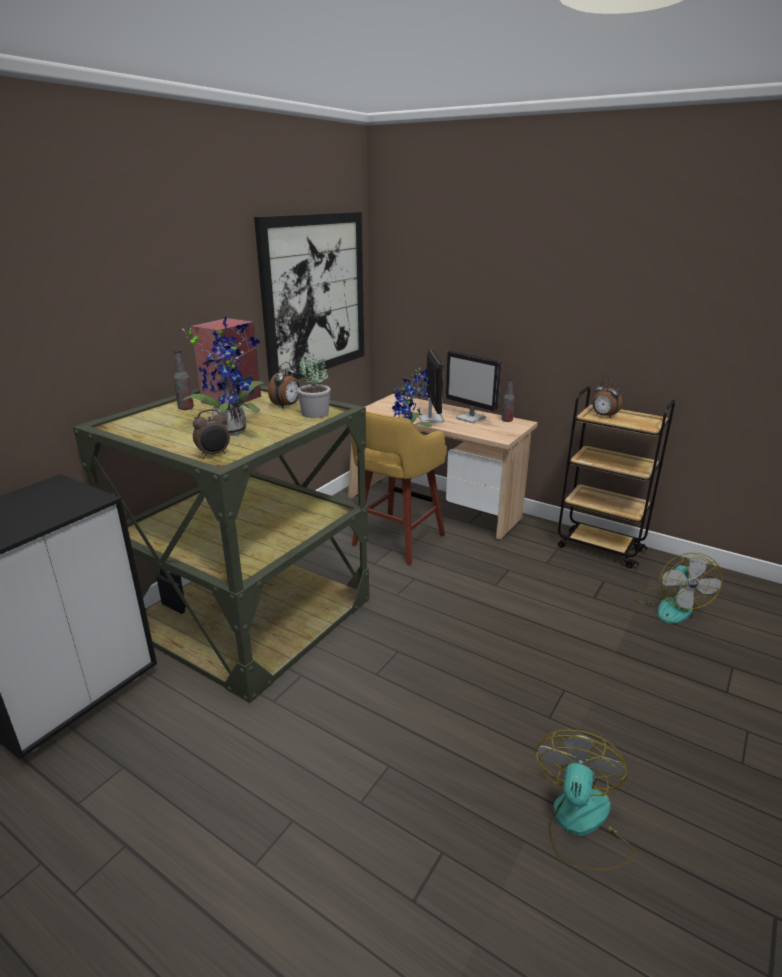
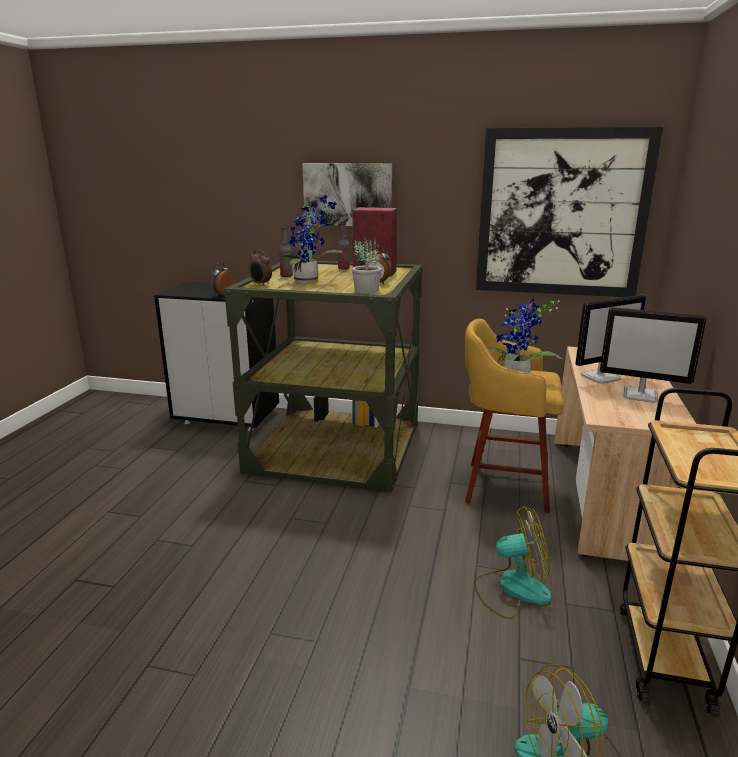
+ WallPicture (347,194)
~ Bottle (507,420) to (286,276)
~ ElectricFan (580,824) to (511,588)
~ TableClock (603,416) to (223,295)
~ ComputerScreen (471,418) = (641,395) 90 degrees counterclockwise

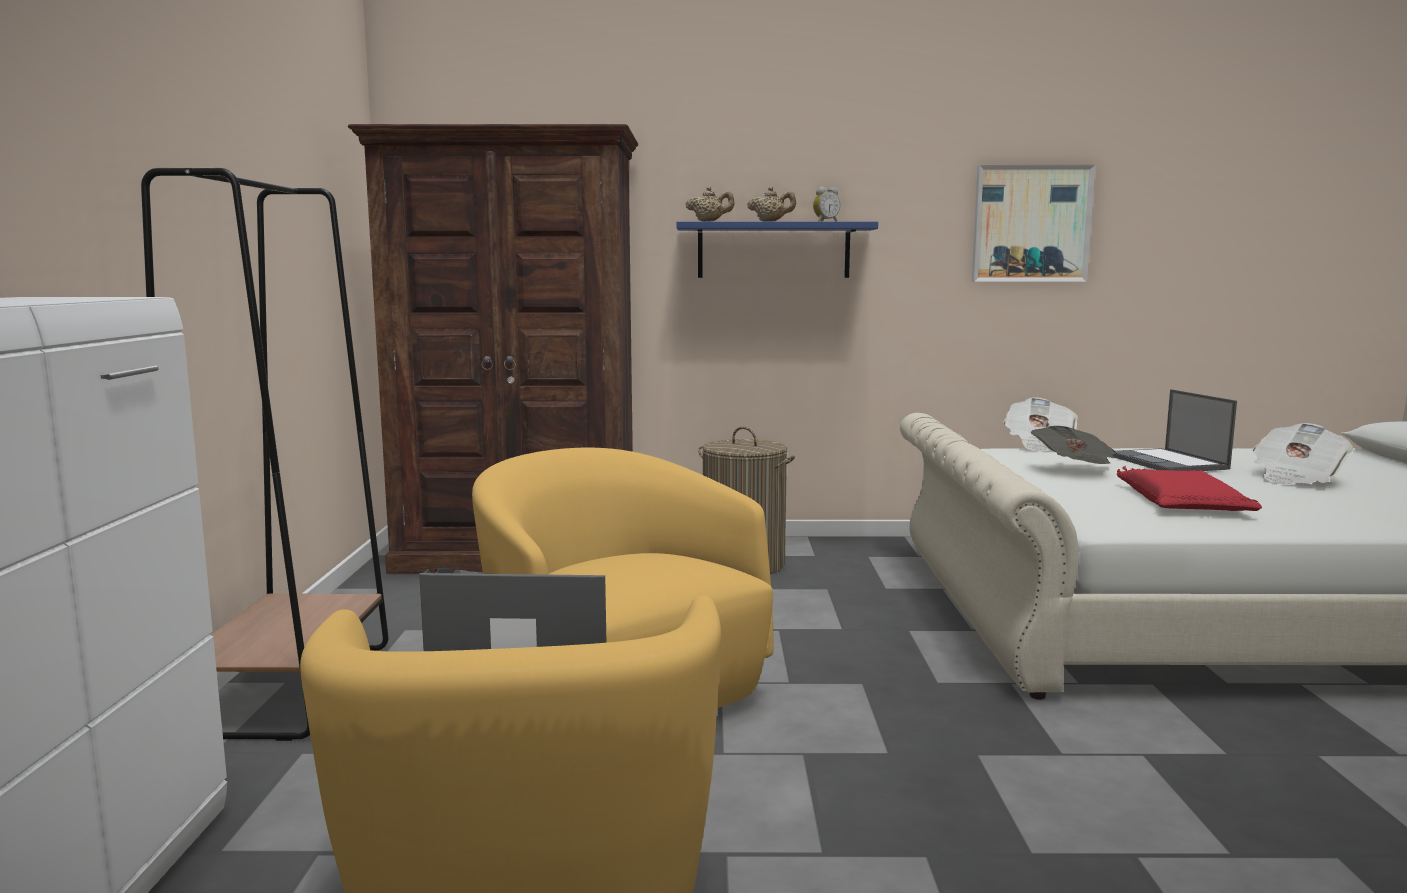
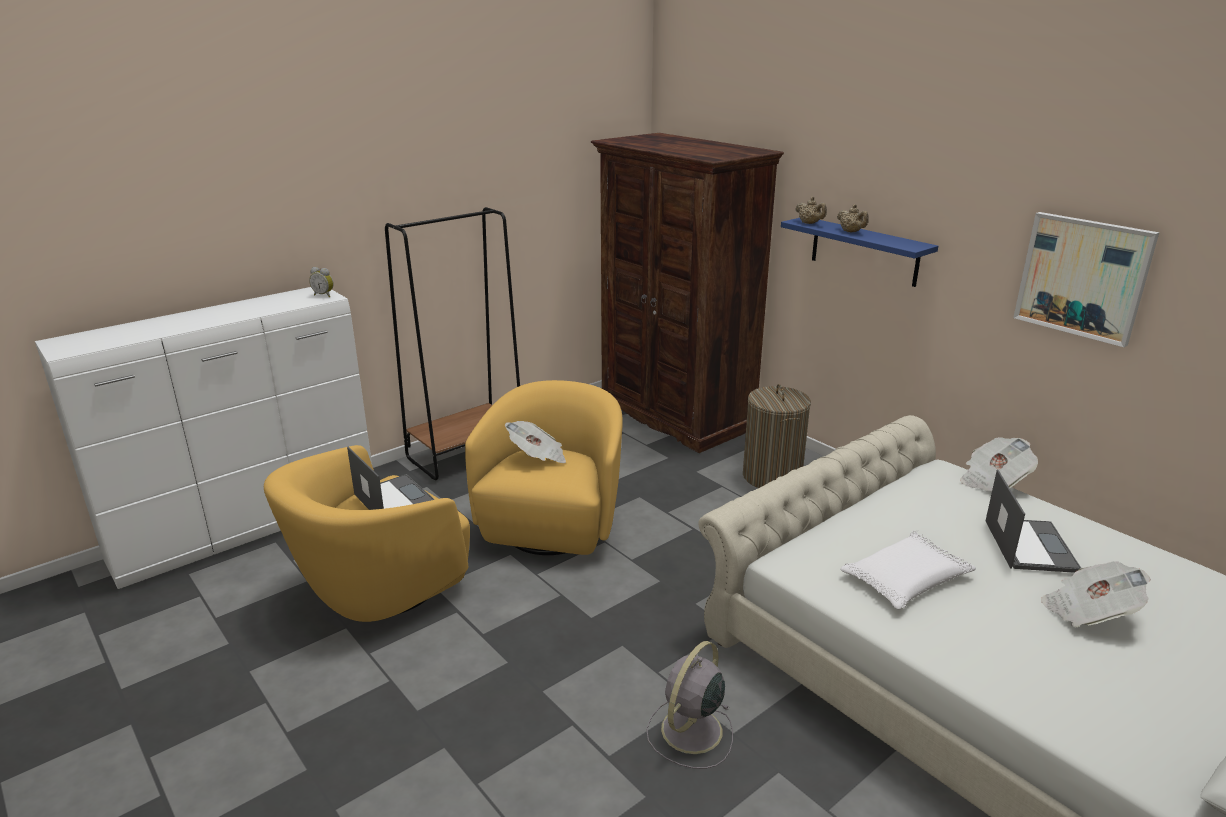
+ GreyElectricFan (690,732)
~ TableClock (825,222) to (324,295)
~ Newspaper (1075,468) to (537,456)
~ RedColouredPillow (1182,501) to WhitePillow (905,577)
~ PortableComputer (1168,462) = (1029,545) 150 degrees clockwise

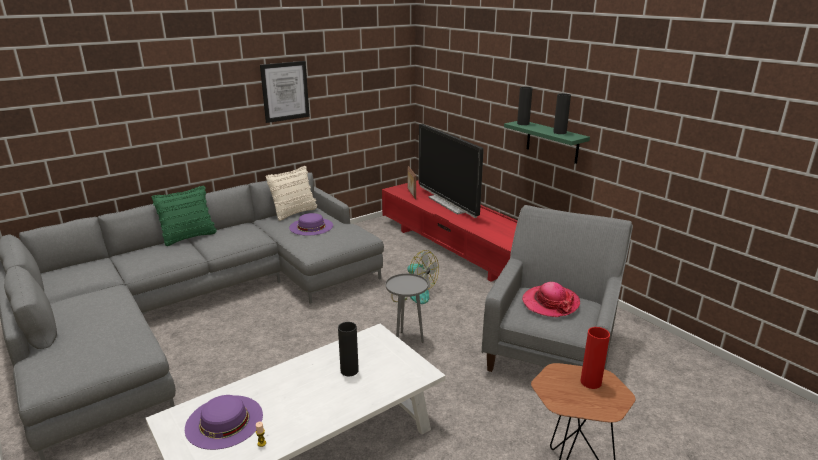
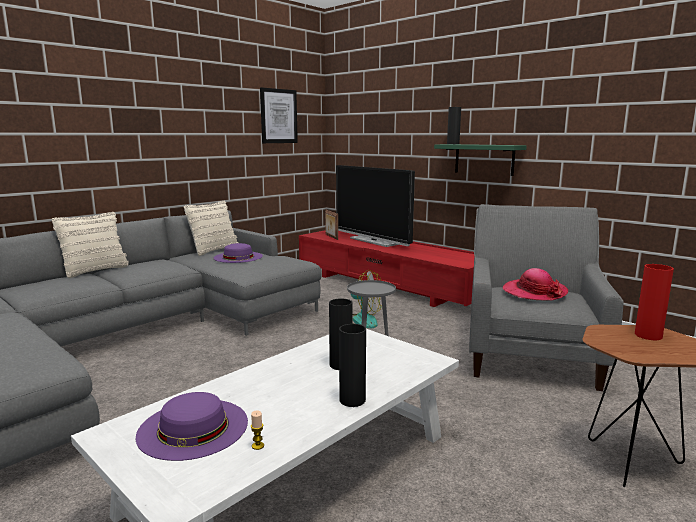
~ WallPicture (285,91) to (278,116)
~ BlackishVase (559,132) to (352,400)
~ GreenPillow (189,237) to BeigePillow (95,271)

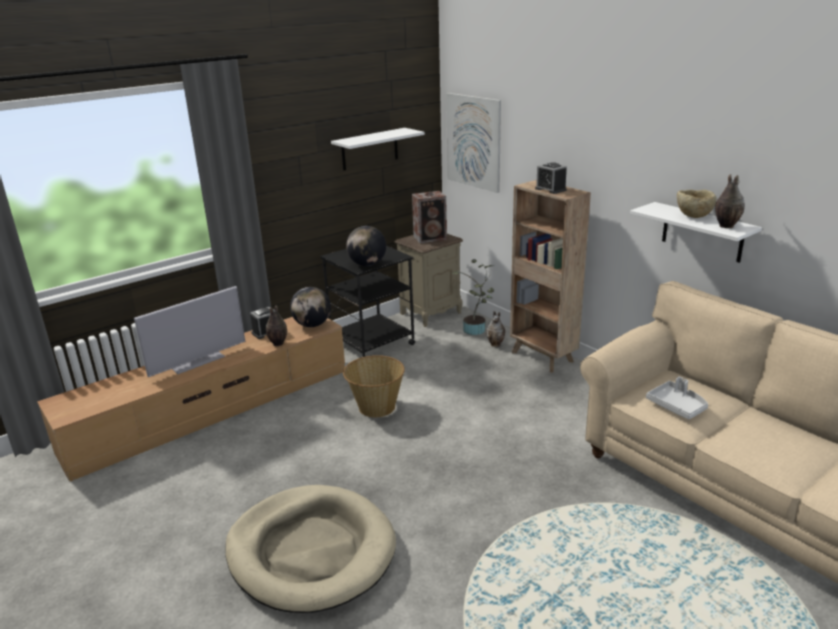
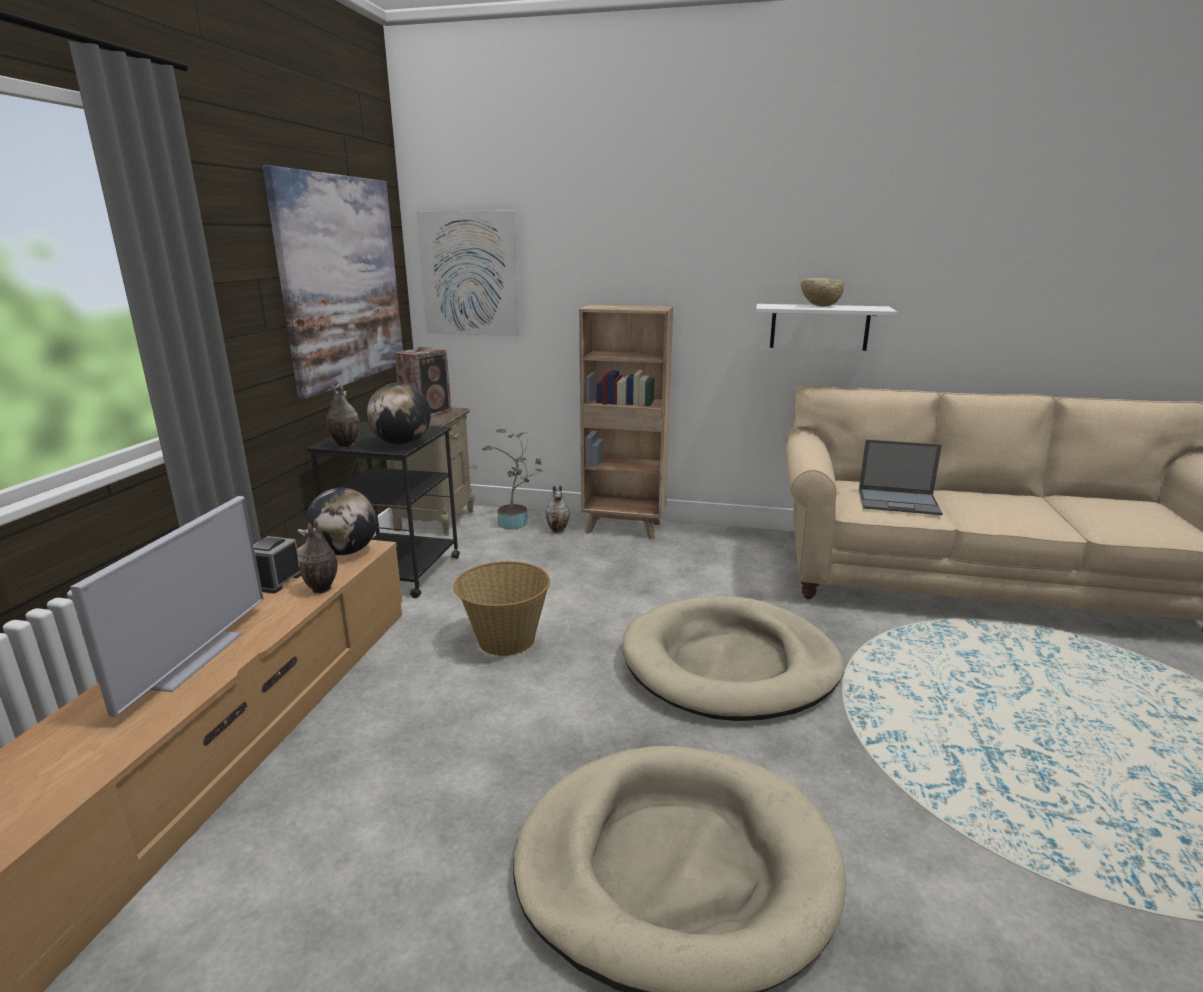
- TableClock (550,189)
+ BeigeDogCushion (729,664)
~ Vase (725,226) to (344,445)
~ WhiteShelf (369,149) to WallPicture (342,281)
~ GreyServingTray (677,406) to PortableComputer (899,502)

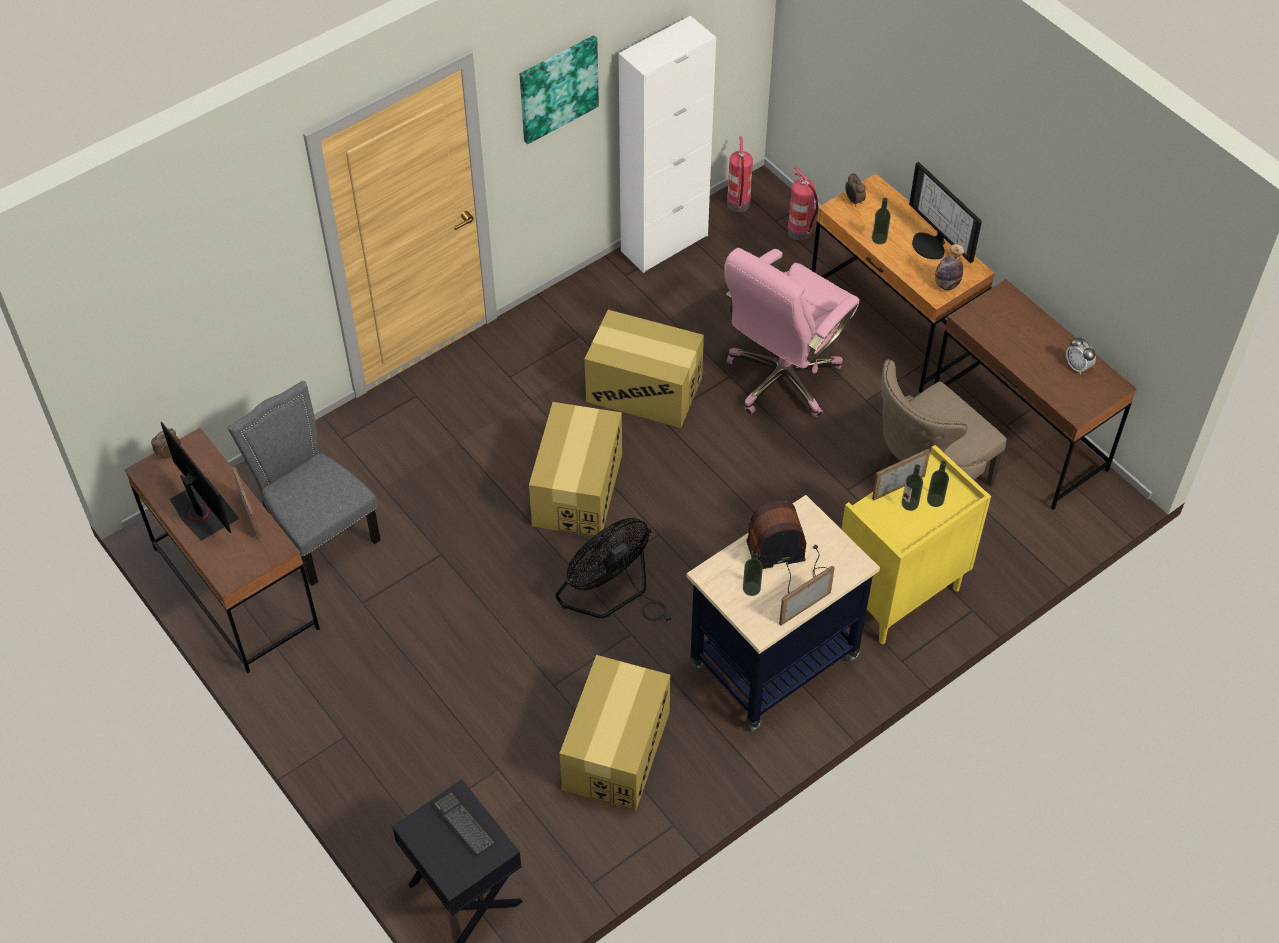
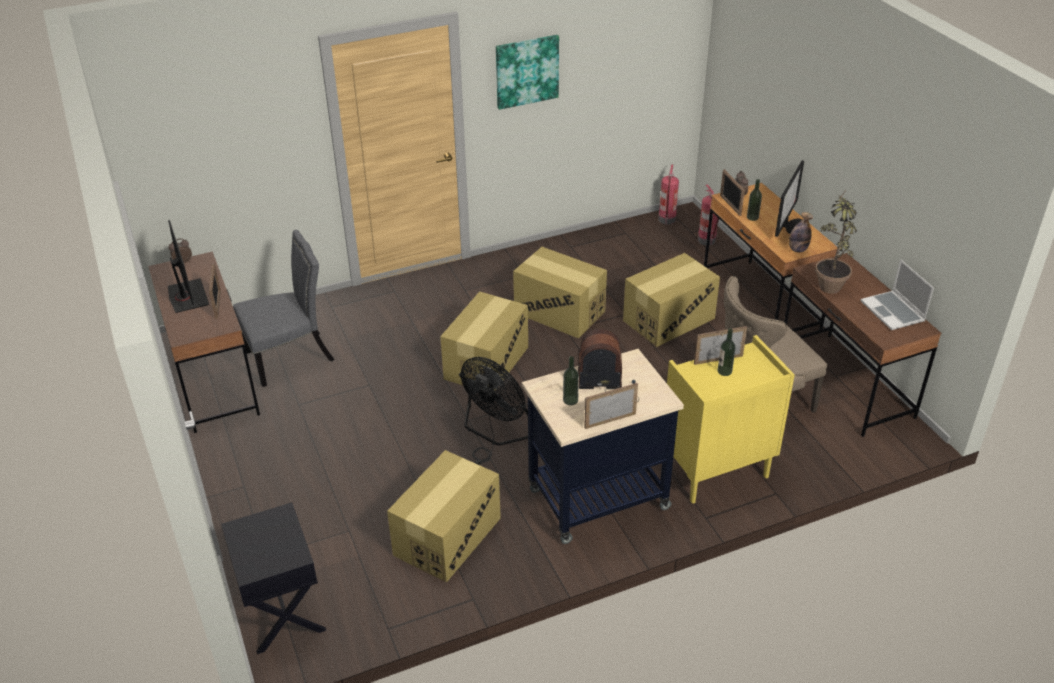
- Keyboard (465,824)
- WhiteStorageCabinet (664,243)
- Bottle (935,500)
+ StandingFrame (730,205)
+ PlantInAPot (830,282)
~ PinkColouredOfficeChair (785,375) to CardboardBox (668,319)
~ TableClock (1077,366) to PortableComputer (893,312)
~ GreyPlainChair (319,533) = (288,358) 90 degrees clockwise
~ BlackishElectricFan (618,593) = (491,432) 60 degrees clockwise
~ ComputerScreen (932,245) = (793,226) 135 degrees counterclockwise

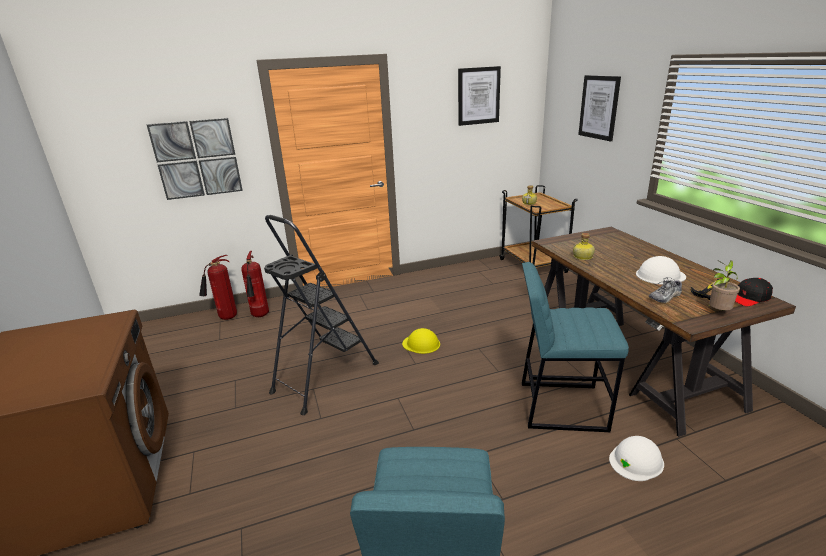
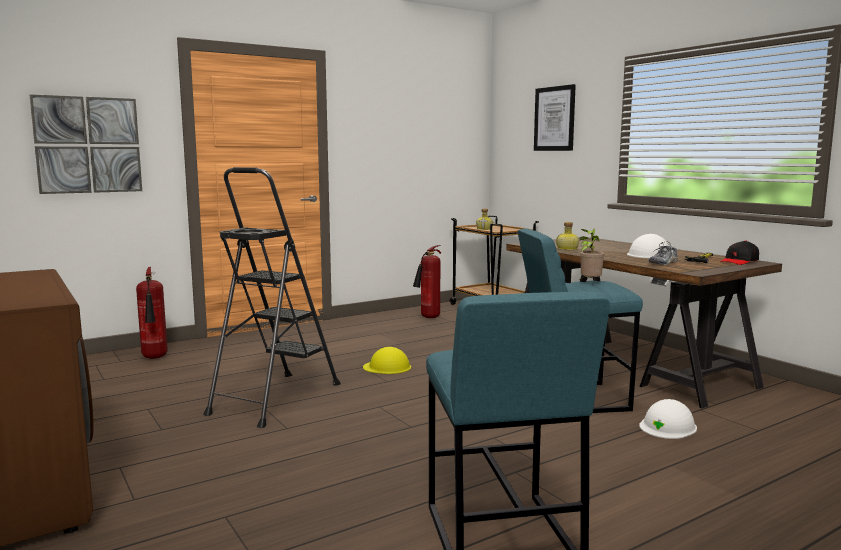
- WallPicture (478,96)
~ FireFightingCylinder (226,318) to (428,318)
~ PlantInAPot (717,312) to (589,283)

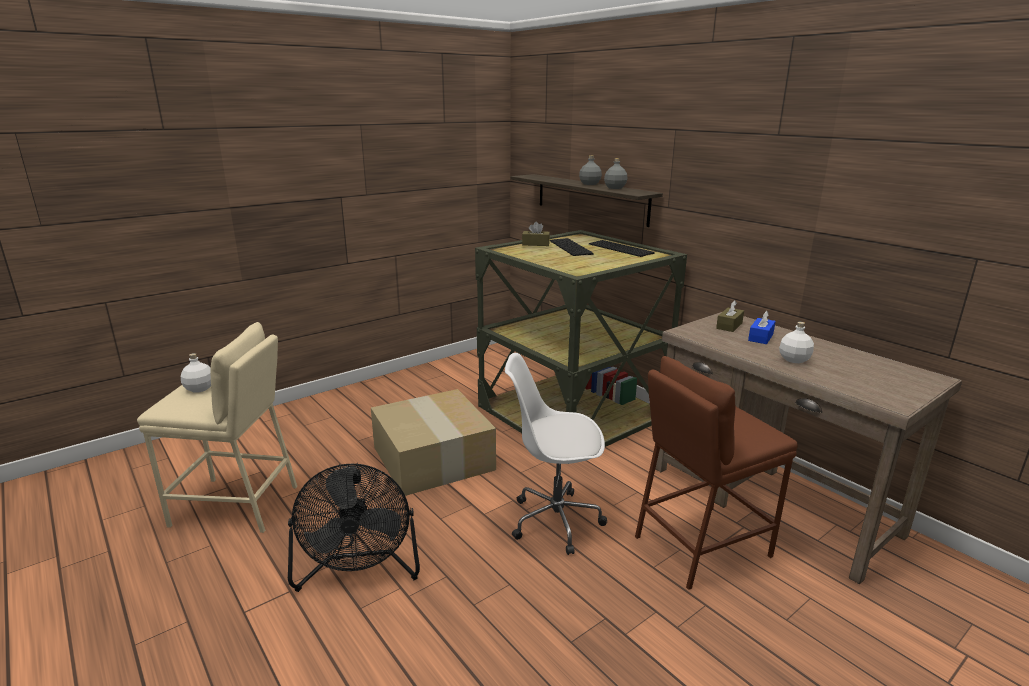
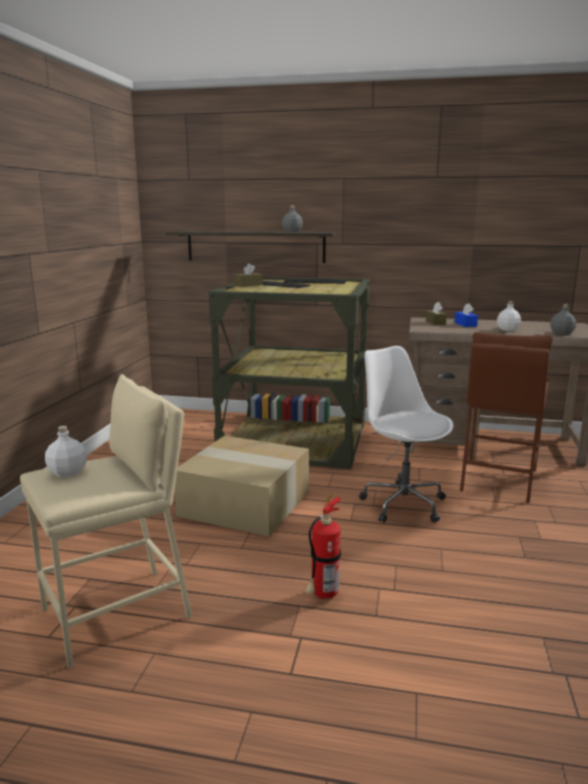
~ GreyBottle (590,184) to (562,333)
~ BlackishElectricFan (354,568) to FireFightingCylinder (322,595)
~ WhiteOfficeChair (553,521) = (401,504) 90 degrees clockwise

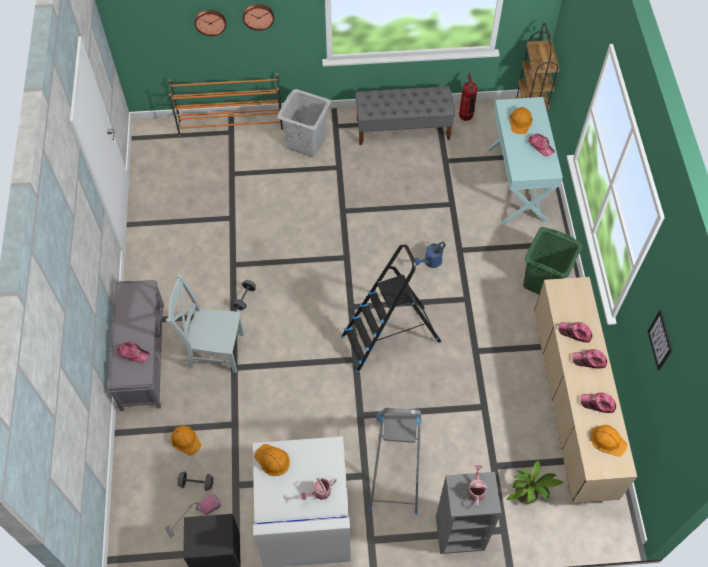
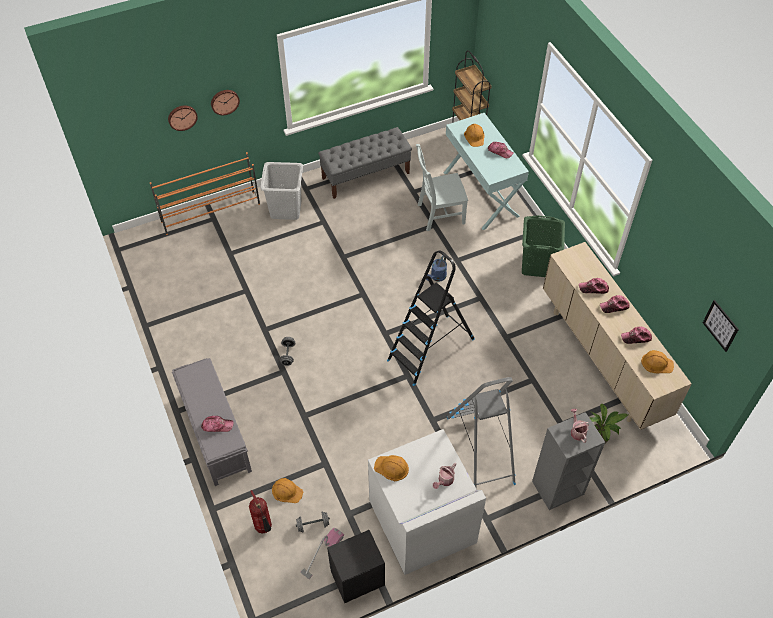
~ GreyPlainChair (213,349) to (438,214)
~ FireFightingCylinder (466,118) to (264,528)
~ WallPicture (660,340) to (720,325)

